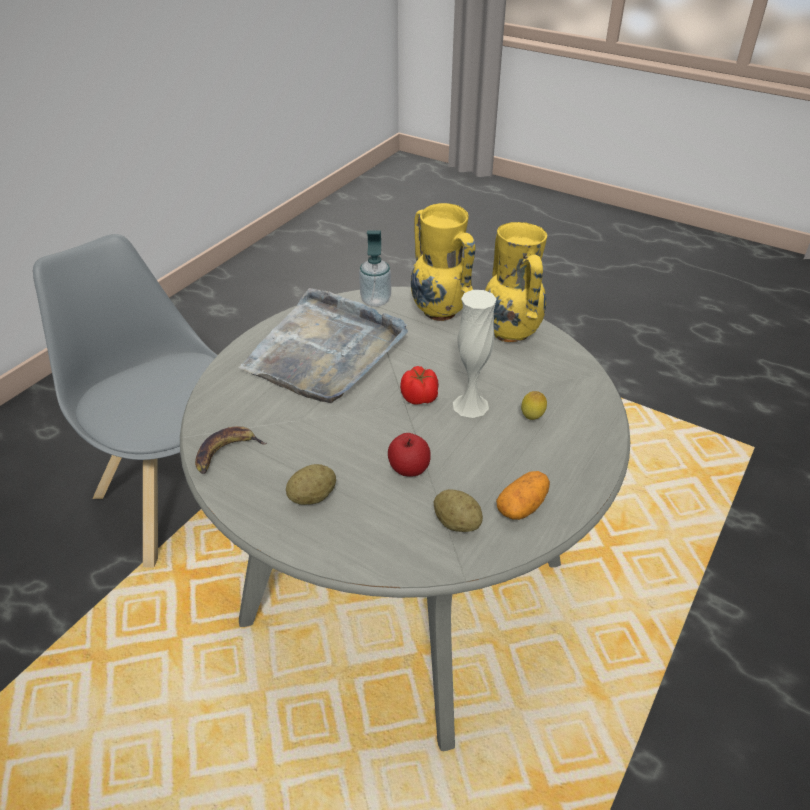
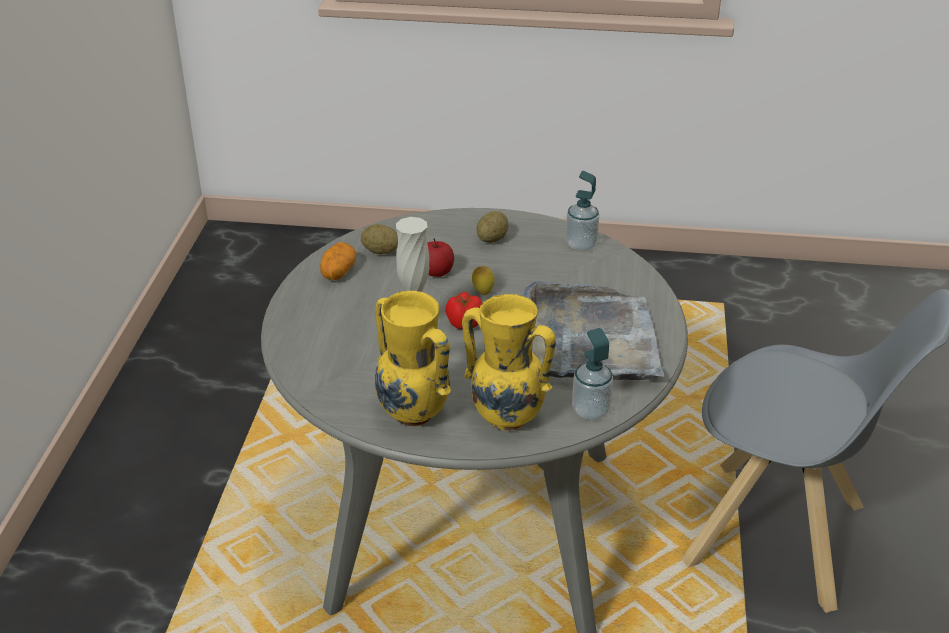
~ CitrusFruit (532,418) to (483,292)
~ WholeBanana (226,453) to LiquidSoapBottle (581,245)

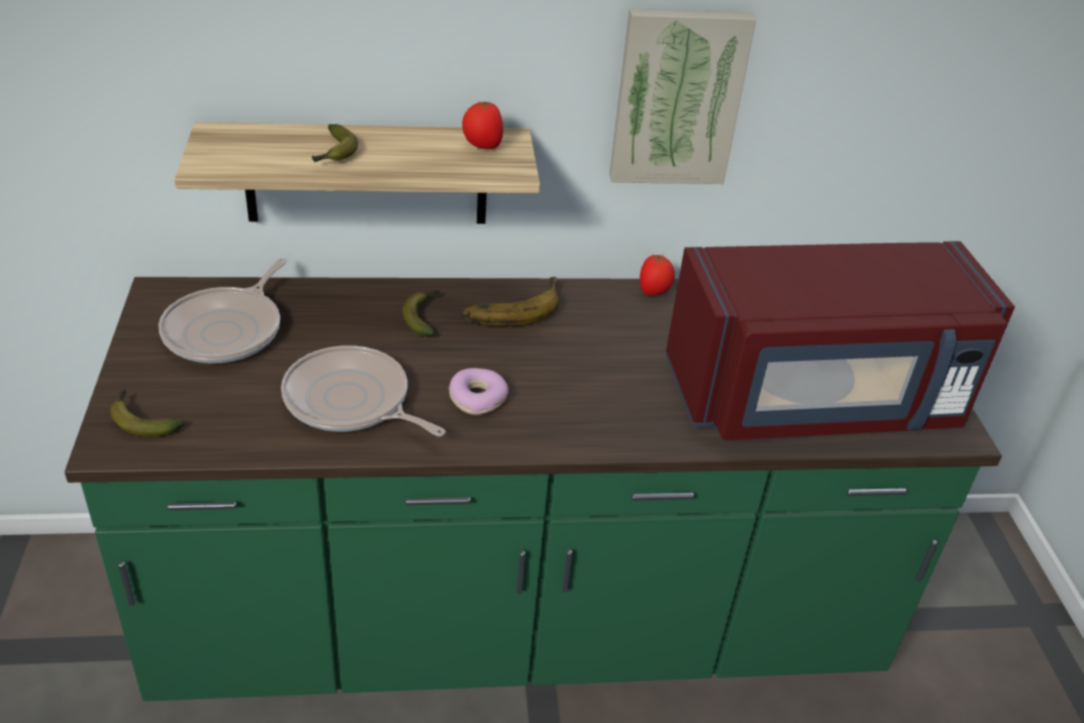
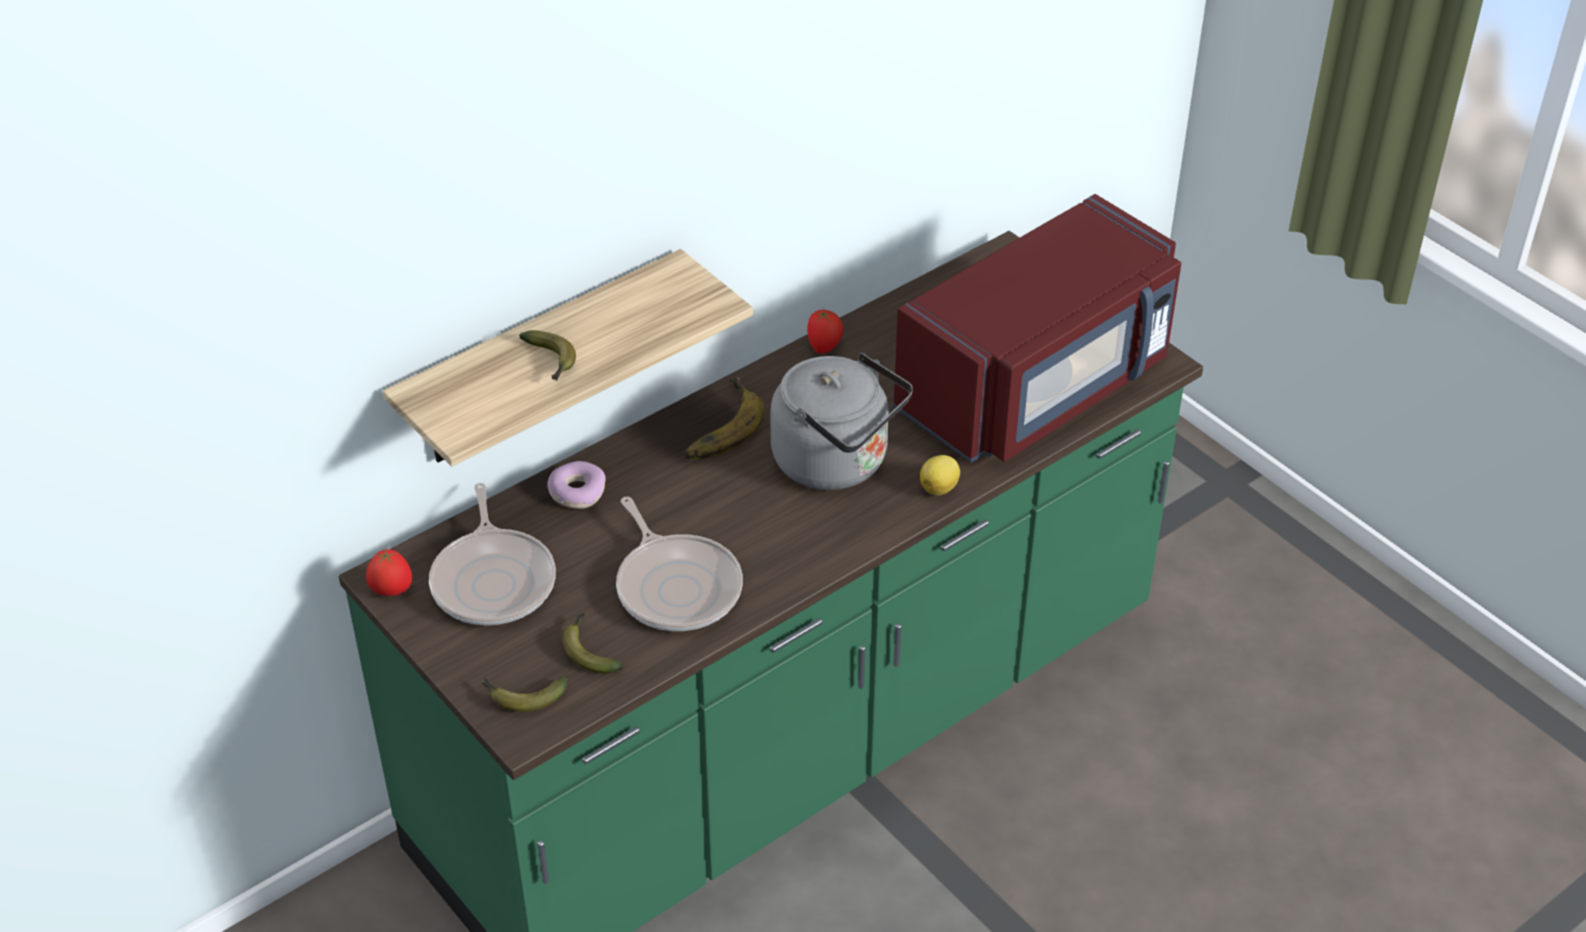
- WallPicture (677,97)
+ GreyTeaKettle (837,462)
+ CitrusFruit (940,488)
~ WholeBanana (424,317) to (589,650)
~ RingDoughnut (477,398) to (577,492)
~ FreshTomato (482,147) to (391,591)
~ FryingPan (351,402) = (677,586) 120 degrees counterclockwise

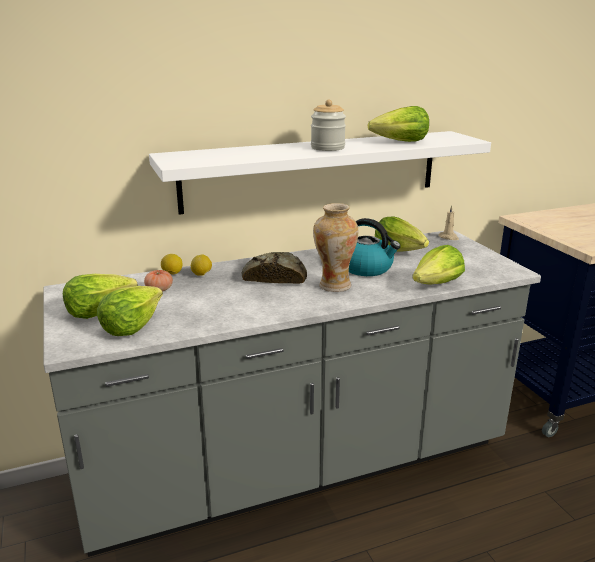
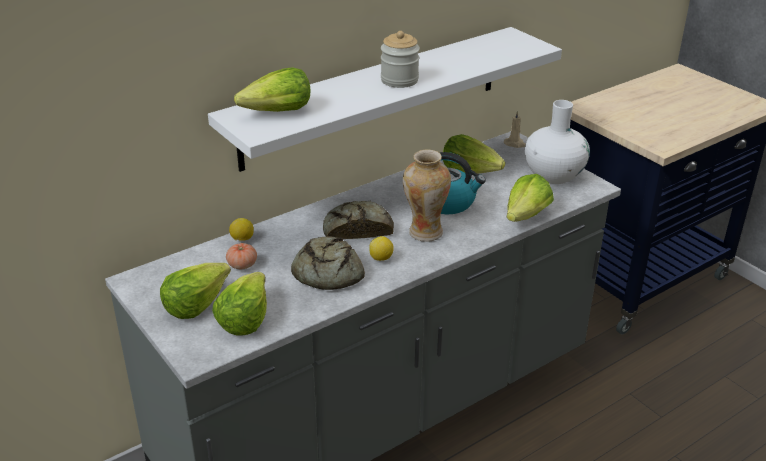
+ Bread (326,272)
+ WhiteVase (553,175)
~ CitrusFruit (202,275) to (381,258)
~ HeadOfLettuce (400,142) to (278,112)

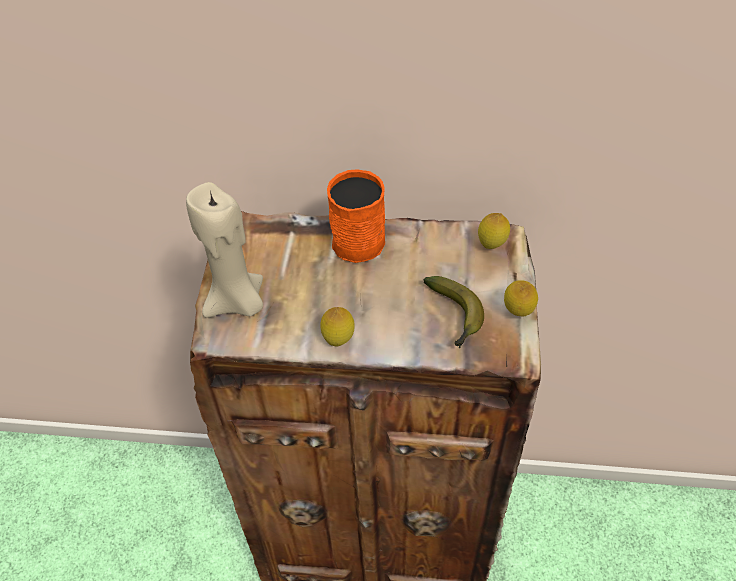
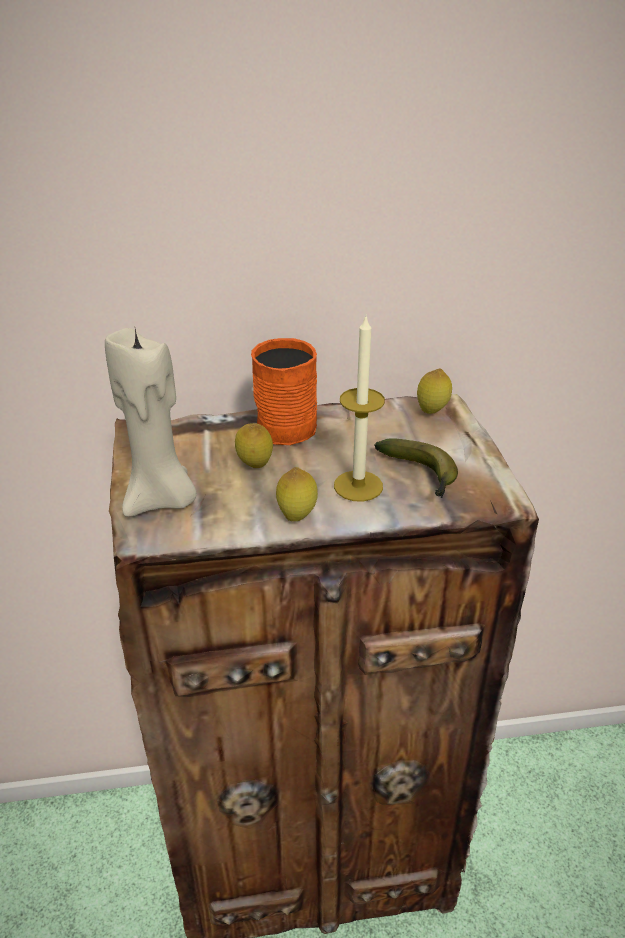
+ WaxCandle (358,486)
~ CitrusFruit (517,313) to (255,467)

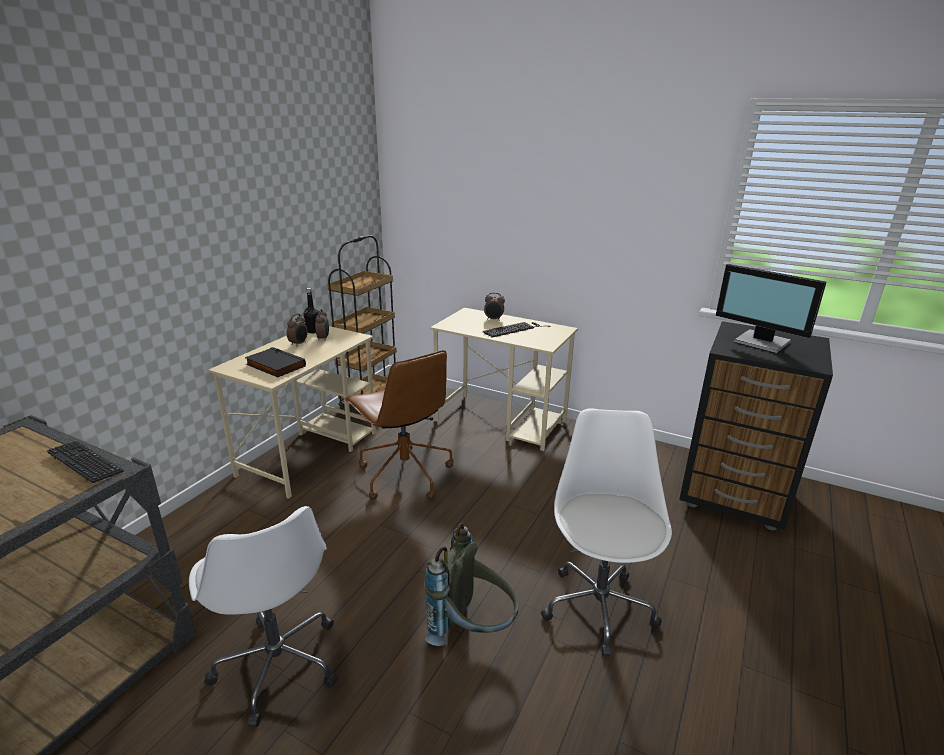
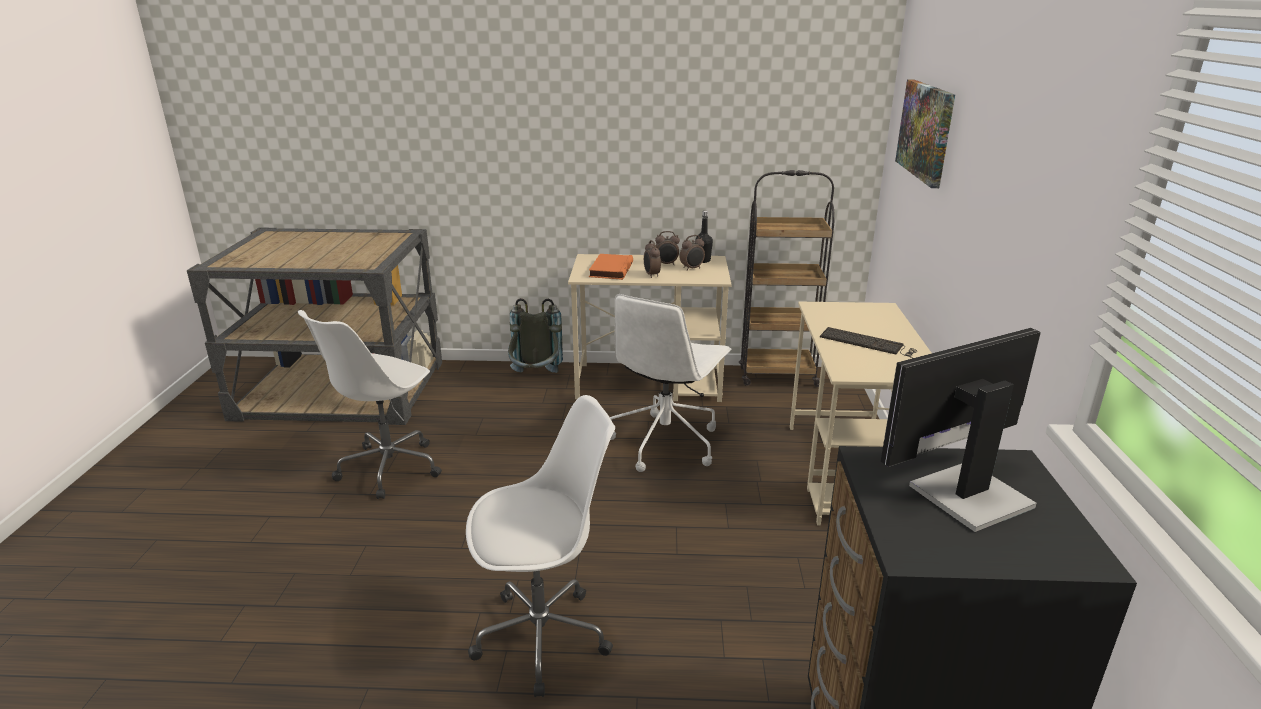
- Keyboard (85,463)
+ WallPicture (926,131)
~ GreyBackpack (473,631) to (536,379)
~ TableClock (493,319) to (651,275)
~ BlackishBoundBook (274,365) to OrangeColouredBoundBook (610,270)
~ BrownishOfficeChair (403,473) to WhiteOfficeChair (667,441)
~ ComputerScreen (762,342) = (965,494) 45 degrees clockwise

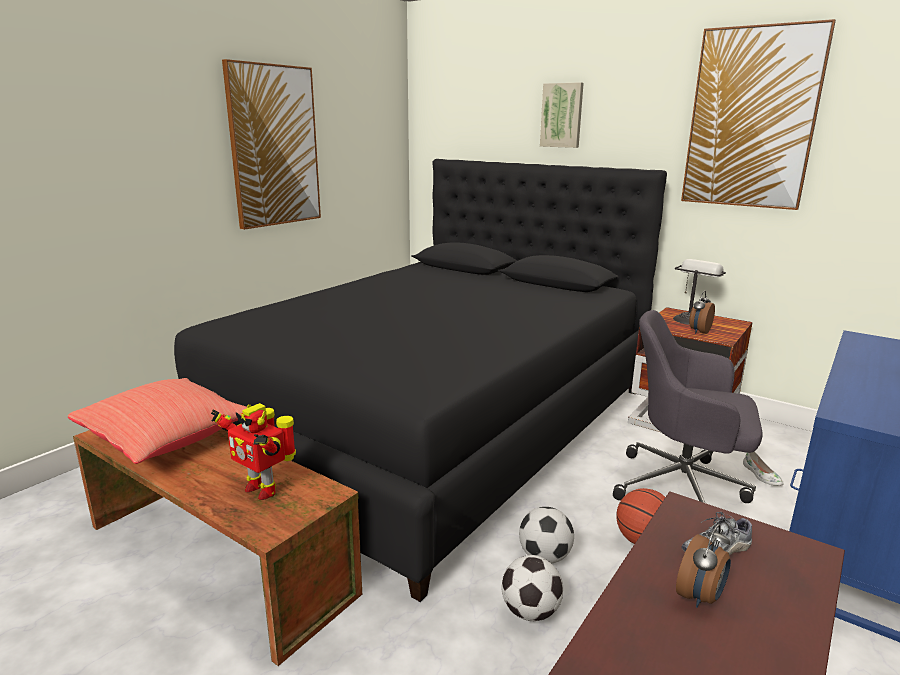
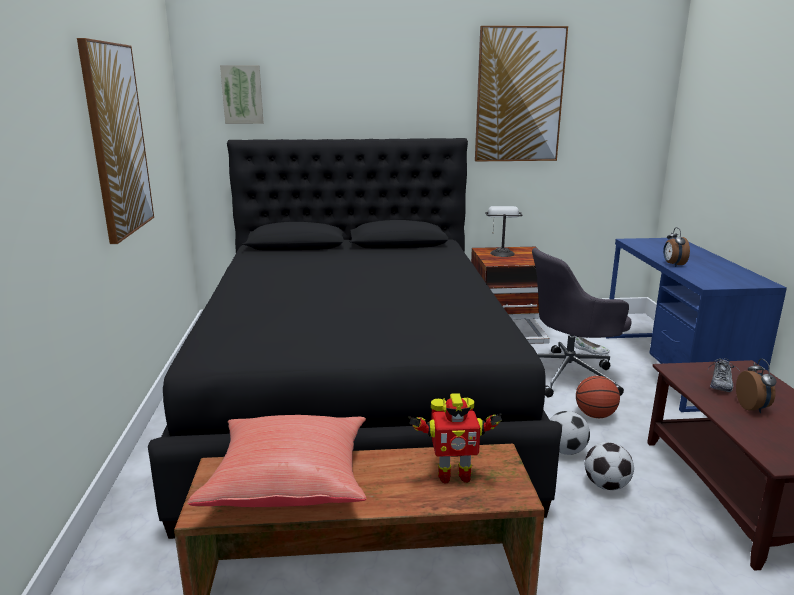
~ WallPicture (562,115) to (242,94)
~ TableClock (699,331) to (673,264)

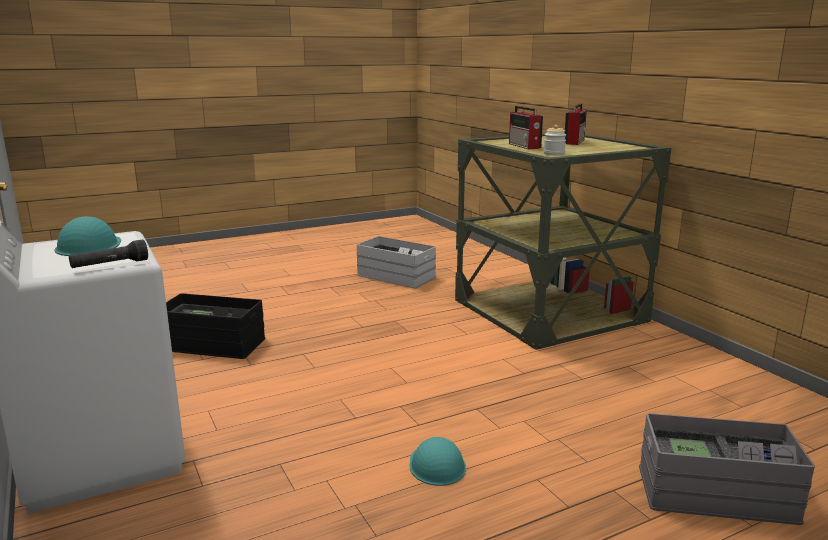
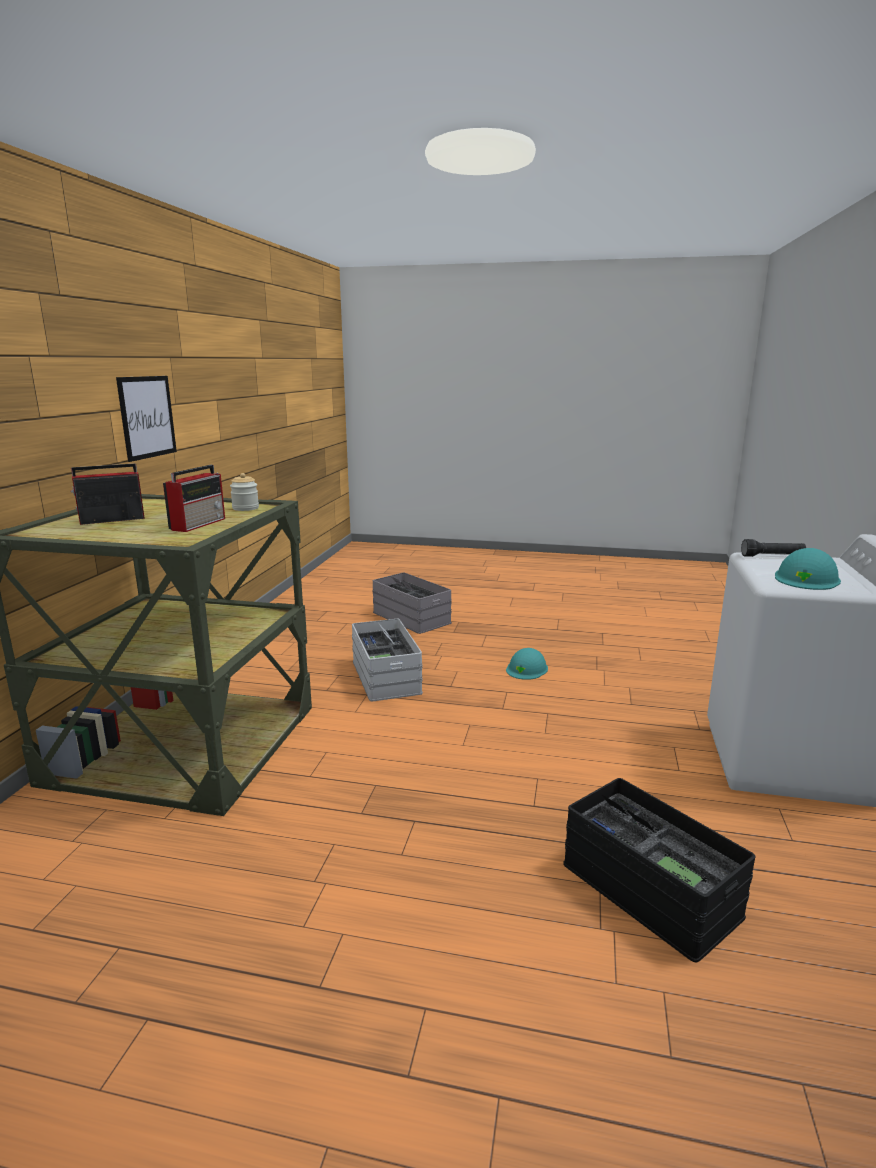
+ WallPicture (147,417)
~ GreyStorageContainer (396,276) to (385,676)

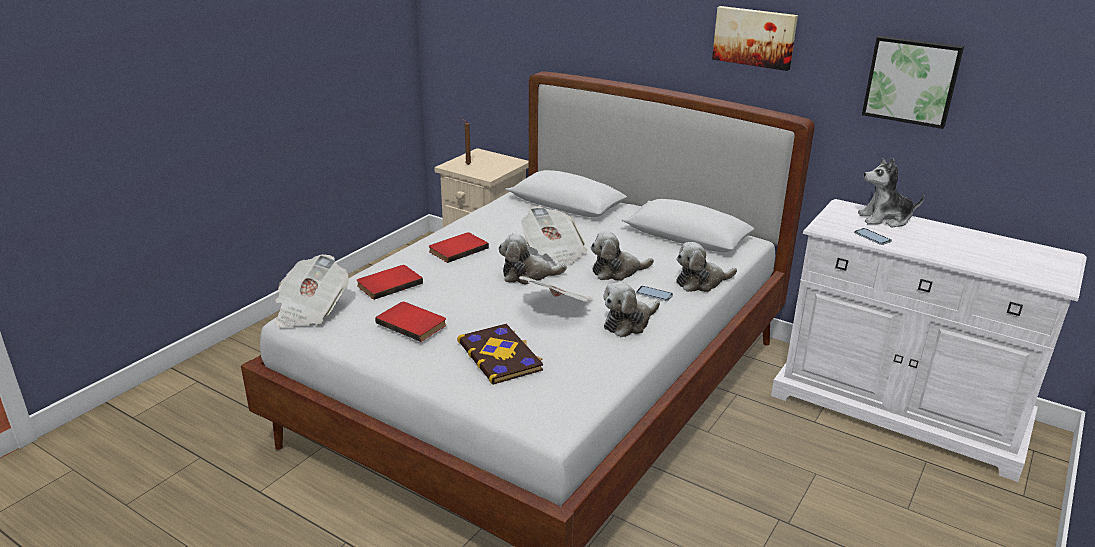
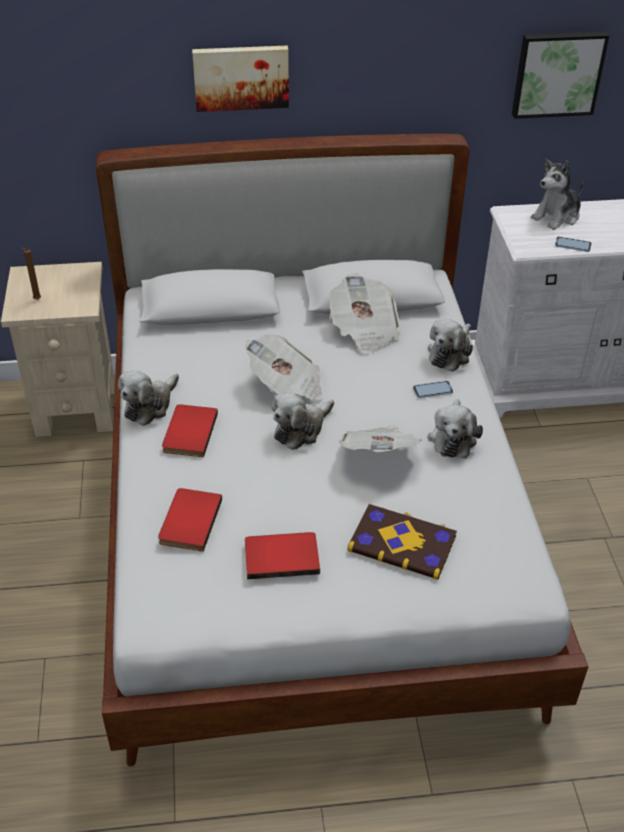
~ Newspaper (310,310) to (364,330)
~ CuddlyToy (617,271) to (150,405)
~ WallPicture (754,37) to (241,77)

